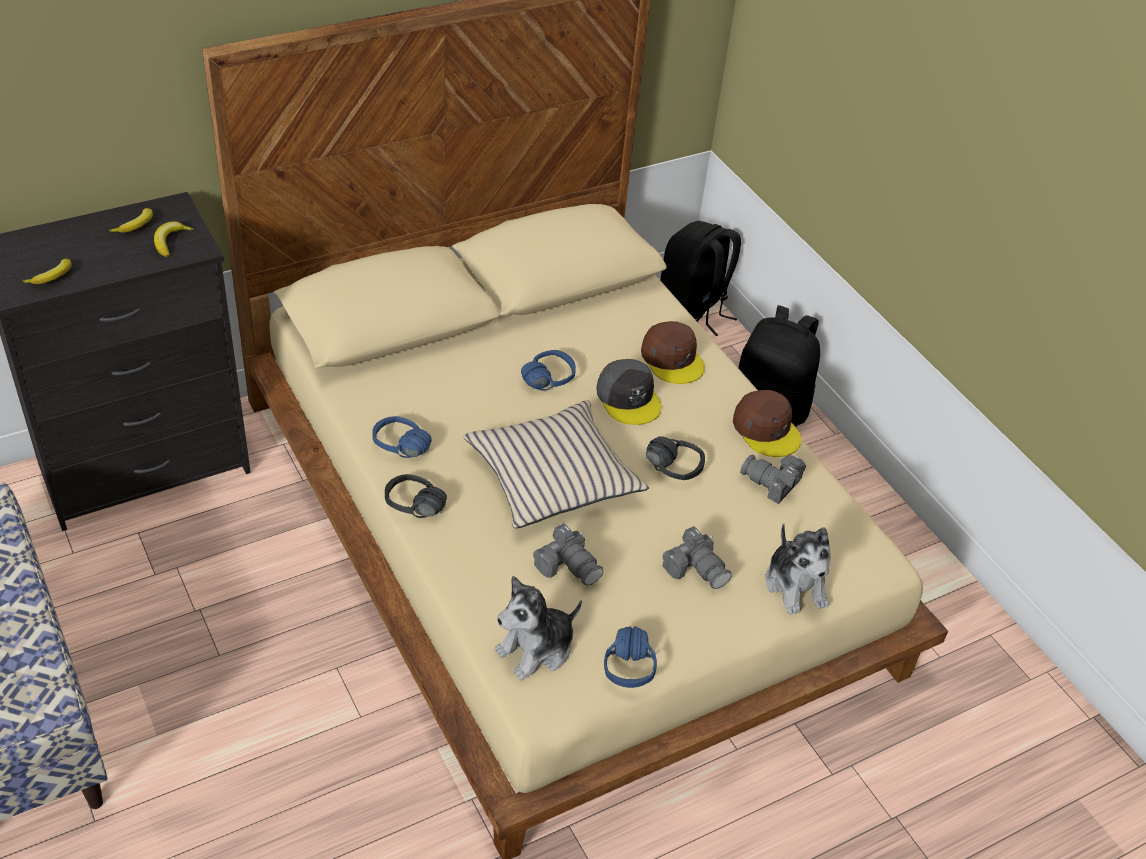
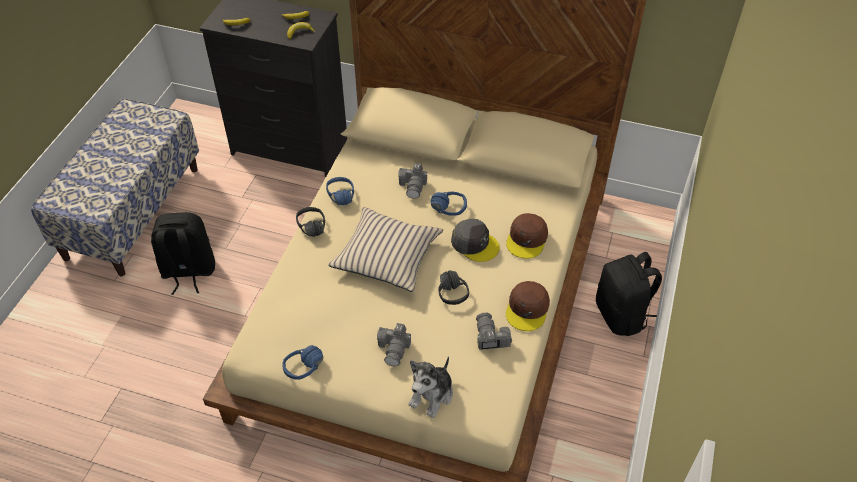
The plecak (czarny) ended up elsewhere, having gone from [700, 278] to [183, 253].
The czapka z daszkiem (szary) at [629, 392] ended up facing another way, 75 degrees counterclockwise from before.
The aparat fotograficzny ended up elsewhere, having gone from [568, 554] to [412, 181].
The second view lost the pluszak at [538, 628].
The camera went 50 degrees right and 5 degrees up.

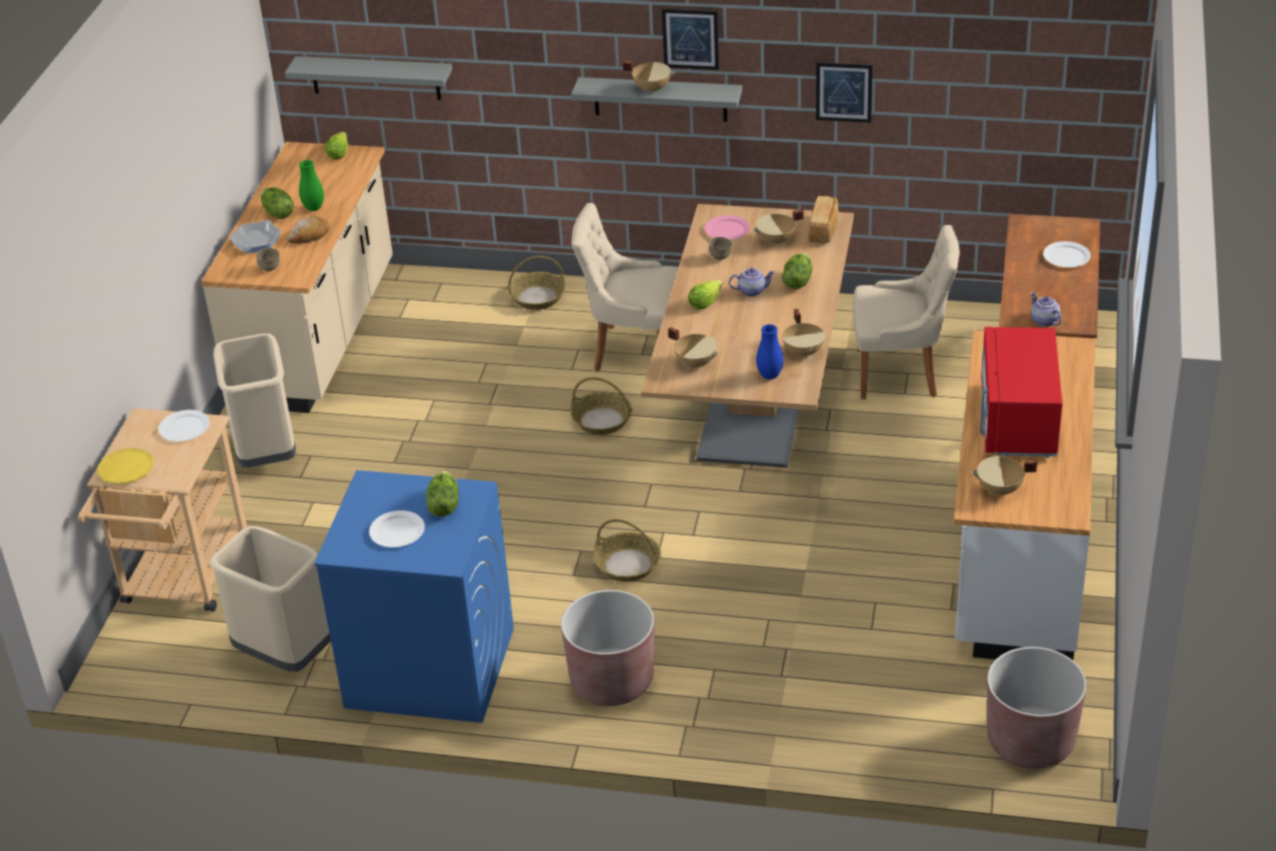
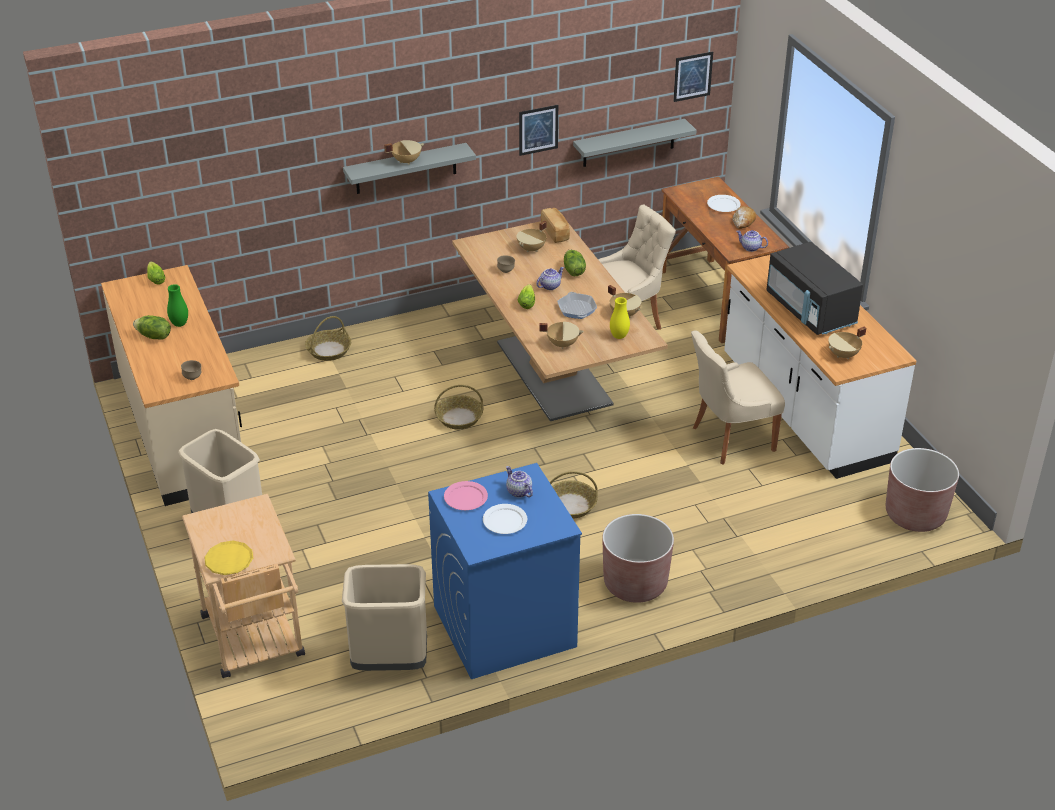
The obraz ended up elsewhere, having gone from [690, 39] to [693, 76].
The półka (szary) ended up elsewhere, having gone from [368, 78] to [635, 143].
The krzesło (beżowy) ended up elsewhere, having gone from [625, 287] to [738, 397].
The chleb ended up elsewhere, having gone from [309, 229] to [744, 217].
The talerz (różowy) ended up elsewhere, having gone from [727, 227] to [466, 495].
The patelnia ended up elsewhere, having gone from [255, 236] to [577, 305].
What was the wazon (niebieski) at [769, 352] turned into the wazon (żółty) at [620, 318].
What was the mikrofalówka (czerwony) at [1021, 392] turned into the mikrofalówka (czarny) at [814, 288].
The second view lost the talerz (biały) at [184, 426].
Where the sałata stood at [442, 494], the imbryk came to stand at [519, 482].
The camera went 35 degrees left and 0 degrees up.

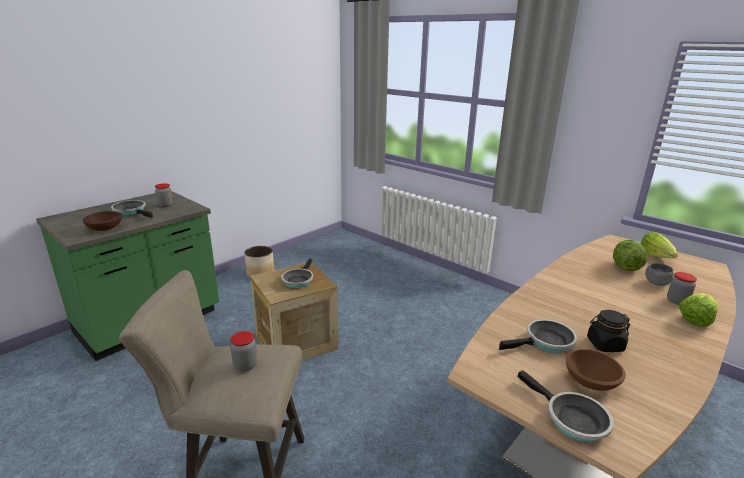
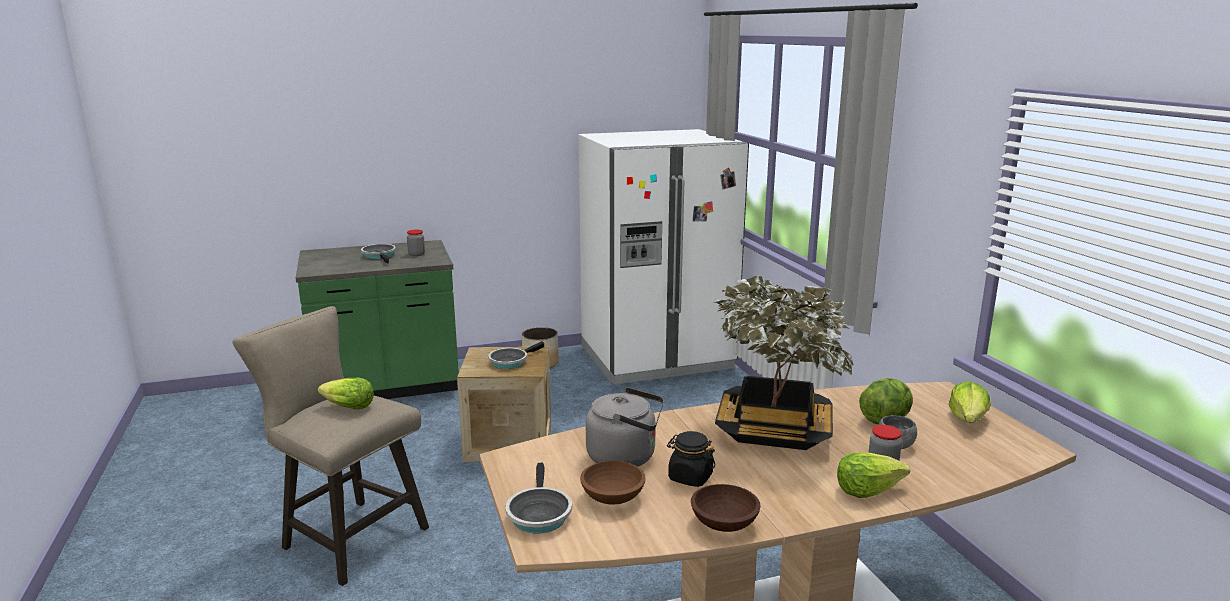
The miska (brązowy) ended up elsewhere, having gone from [102, 221] to [726, 508].
Where the patelnia stood at [538, 336], the czajnik (szary) came to stand at [625, 427].
Where the słoik stood at [243, 351], the sałata came to stand at [346, 394].
The second view gained the lodówka (biały) at [664, 257].
The second view gained the roślina doniczkowa at [784, 362].
The camera went 30 degrees right and 5 degrees down.

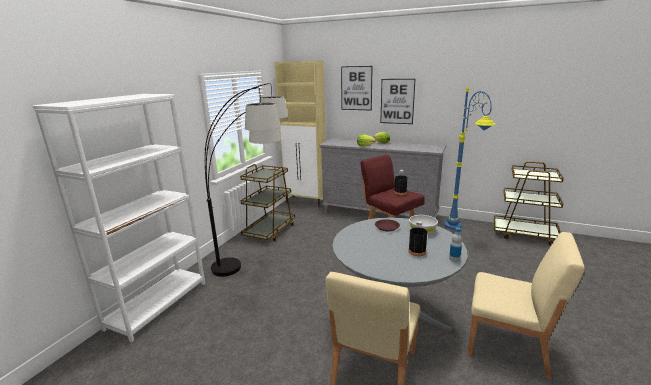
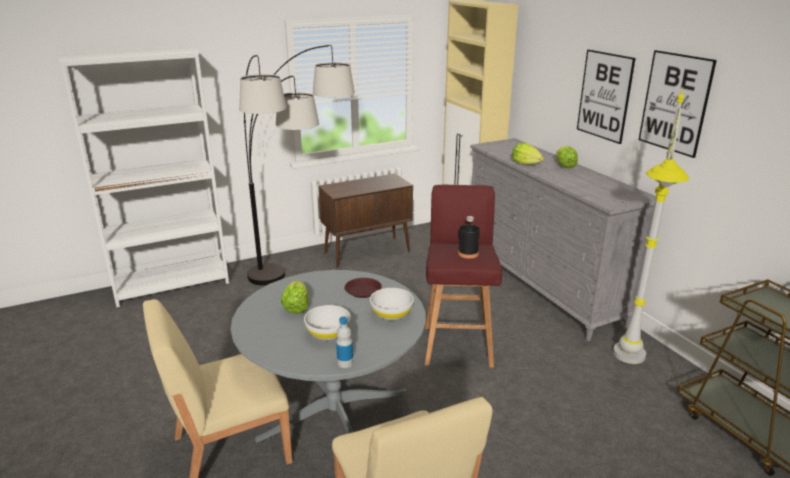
The obraz ended up elsewhere, having gone from [357, 88] to [678, 104].
What was the lampa stojąca (niebieski) at [470, 158] turned into the lampa stojąca (szary) at [651, 225].
Where the wózek (brązowy) stood at [267, 202], the szafka (brązowy) came to stand at [365, 220].
Where the butelka (czarny) stood at [417, 238], the miska (biały) came to stand at [327, 322].
The second view gained the sałata at [295, 297].
The camera went 40 degrees right and 5 degrees up.

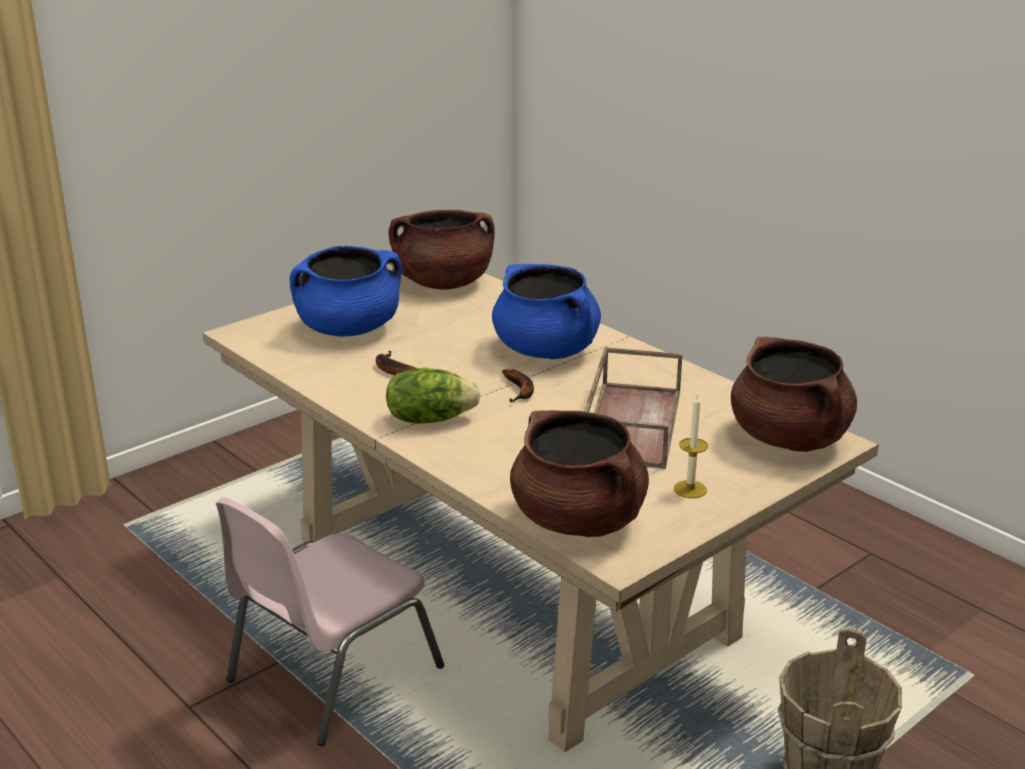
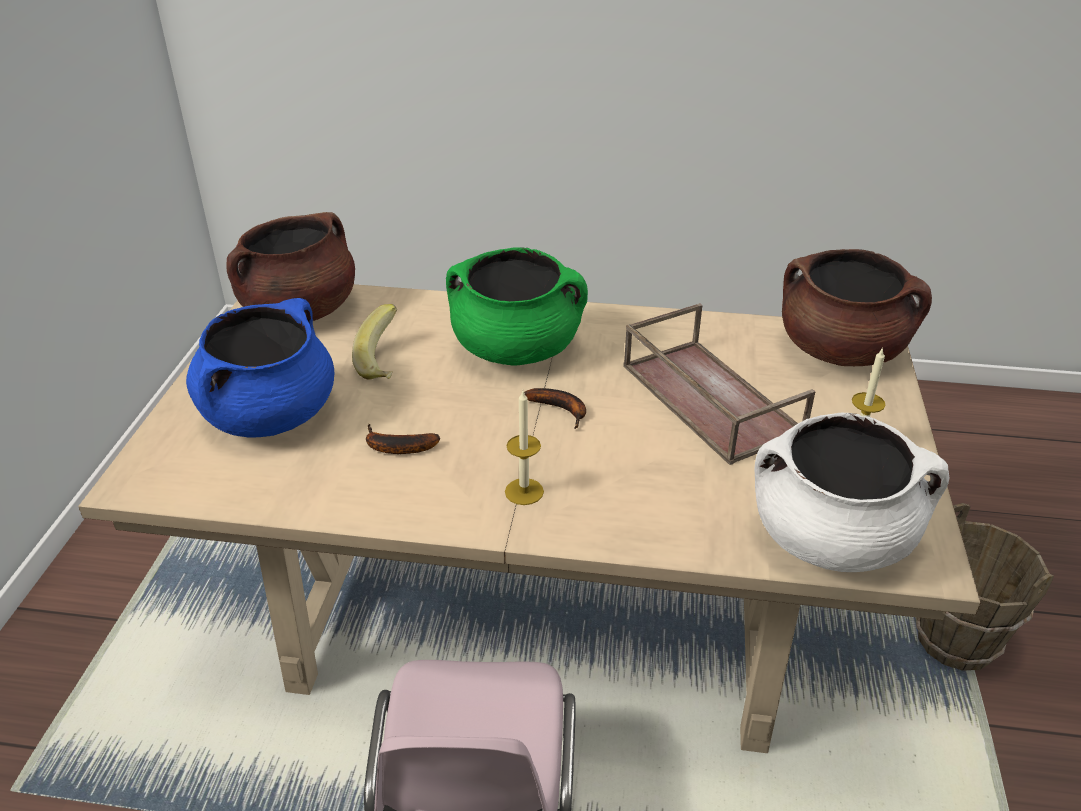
What was the garnek (niebieski) at [546, 311] turned into the garnek (zielony) at [517, 306].
Where the sałata stood at [433, 396], the świeca came to stand at [524, 448].
What was the garnek (brązowy) at [579, 473] turned into the garnek (biały) at [851, 492].
The second view gained the banan at [374, 342].
The camera went 40 degrees left and 10 degrees up.

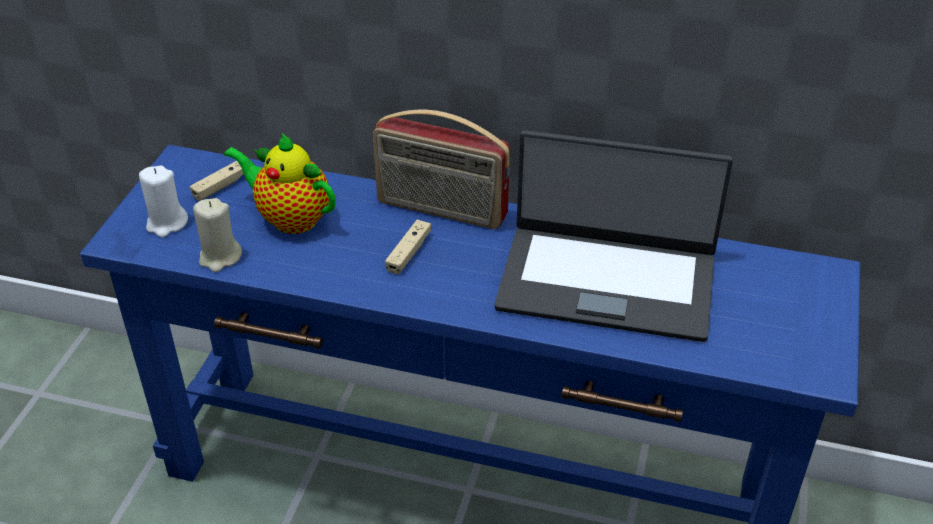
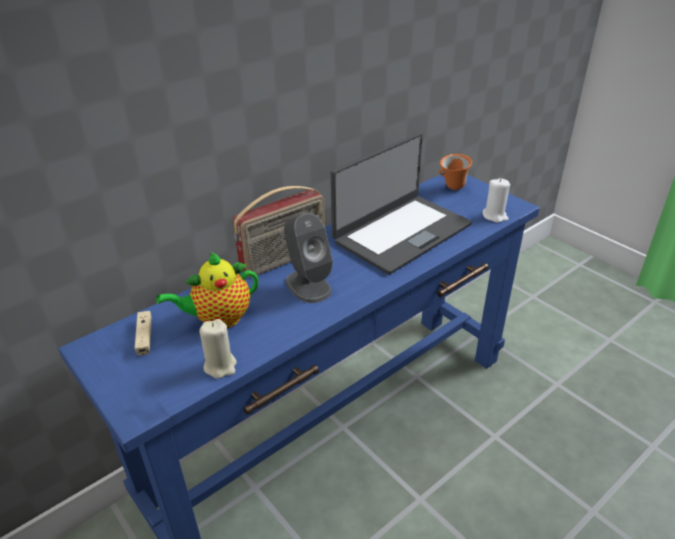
The świeca (biały) ended up elsewhere, having gone from [163, 201] to [496, 200].
Where the pad do gier (beżowy) stood at [408, 247], the głośnik (szary) came to stand at [308, 258].
The second view gained the kubek (pomarańczowy) at [455, 172].
The camera went 55 degrees left and 5 degrees down.

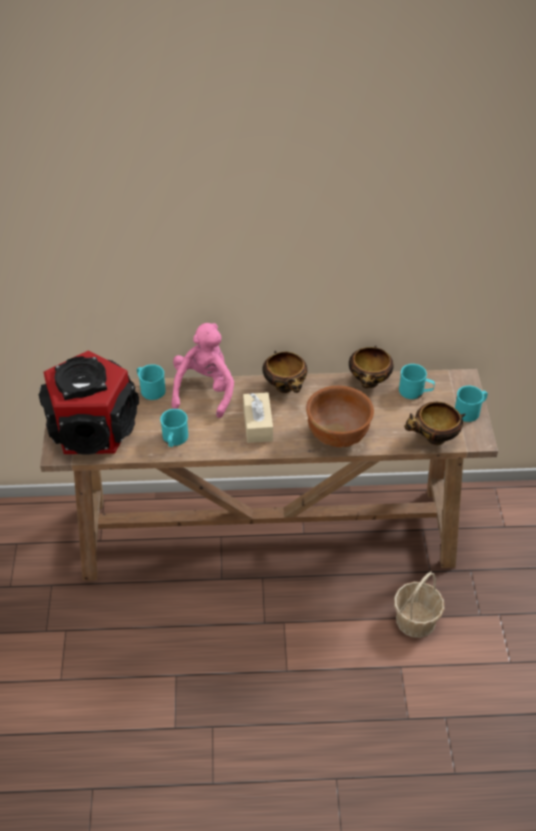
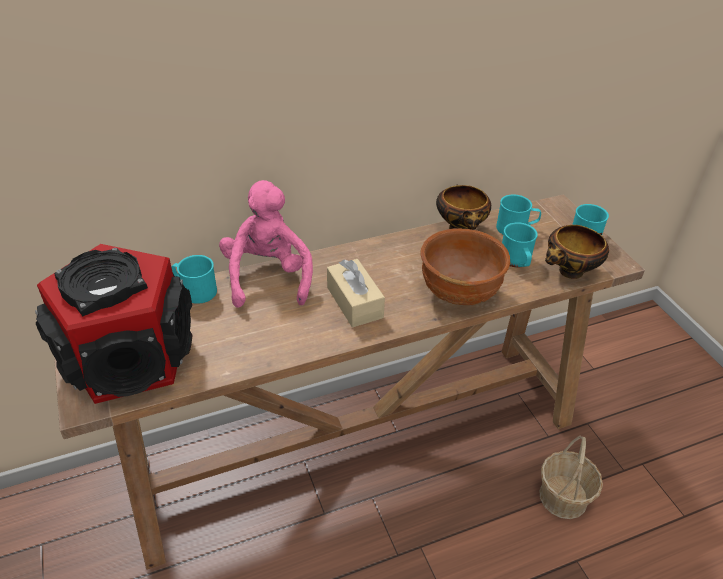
The second view lost the miska at [284, 372].
The kubek (turkusowy) ended up elsewhere, having gone from [174, 428] to [520, 245].
The camera went 20 degrees left and 5 degrees down.

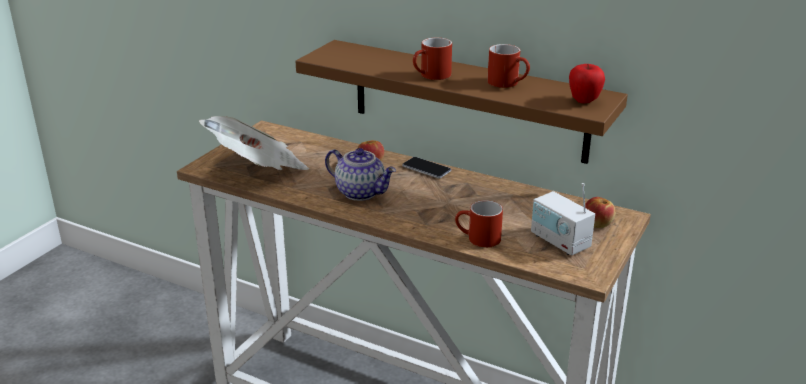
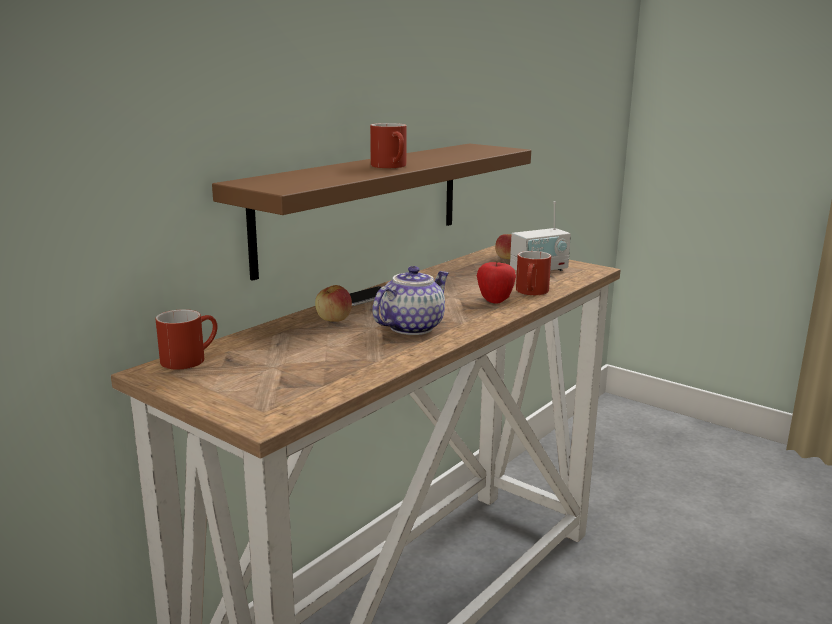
The kubek (czerwony) ended up elsewhere, having gone from [508, 66] to [186, 339].
The jabłko ended up elsewhere, having gone from [587, 83] to [496, 283].
The second view lost the gazeta at [254, 143].
The camera went 80 degrees left and 10 degrees down.

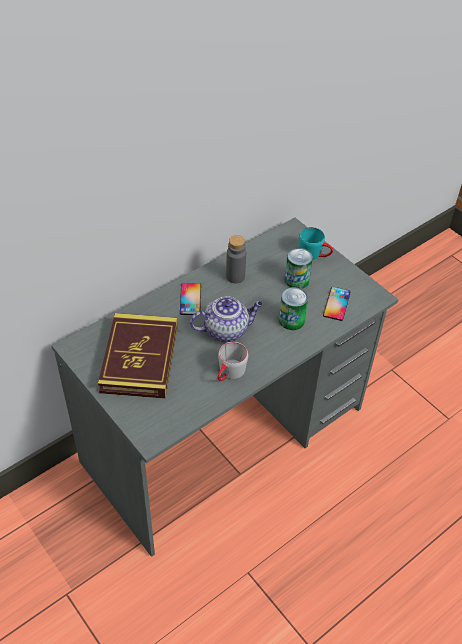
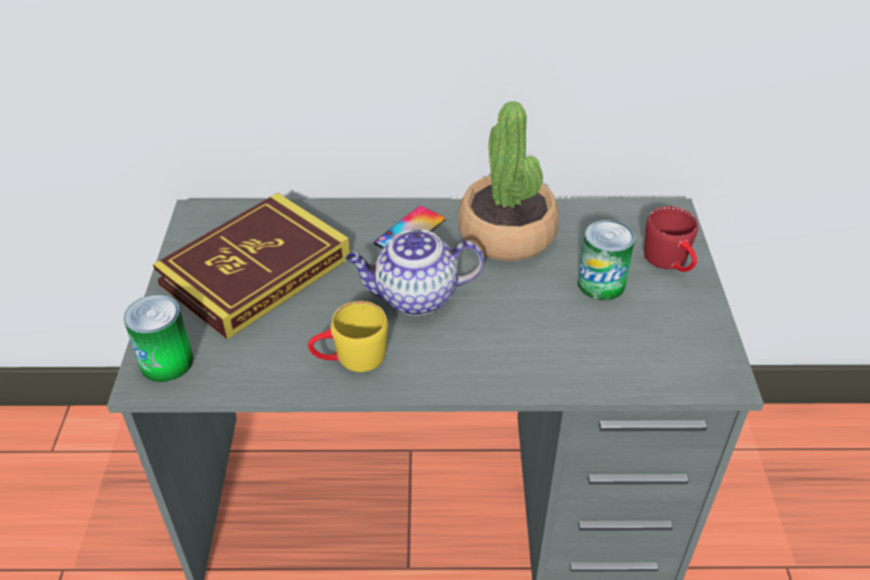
What was the kubek (turkusowy) at [316, 243] turned into the kubek (czerwony) at [671, 239].
Where the butelka (szary) stood at [236, 259], the roślina doniczkowa came to stand at [508, 181].
The puszka ended up elsewhere, having gone from [293, 308] to [158, 338].
The second view lost the telefon at [337, 304].
The imbryk at [226, 319] ended up facing another way, 150 degrees clockwise from before.
What was the kubek (szary) at [233, 361] turned into the kubek (żółty) at [348, 336].
The camera went 40 degrees right and 5 degrees down.

